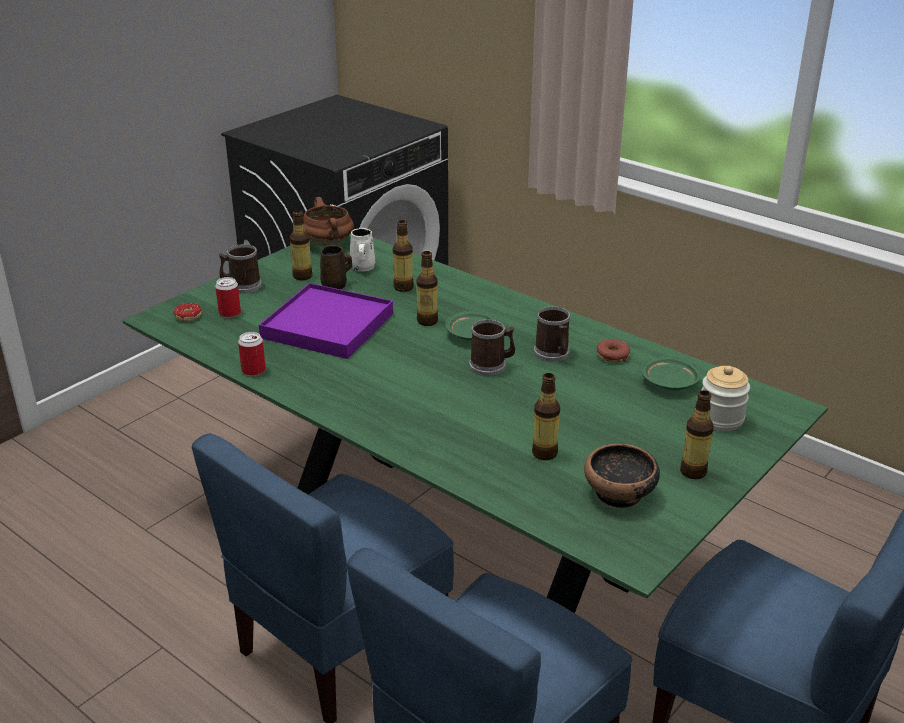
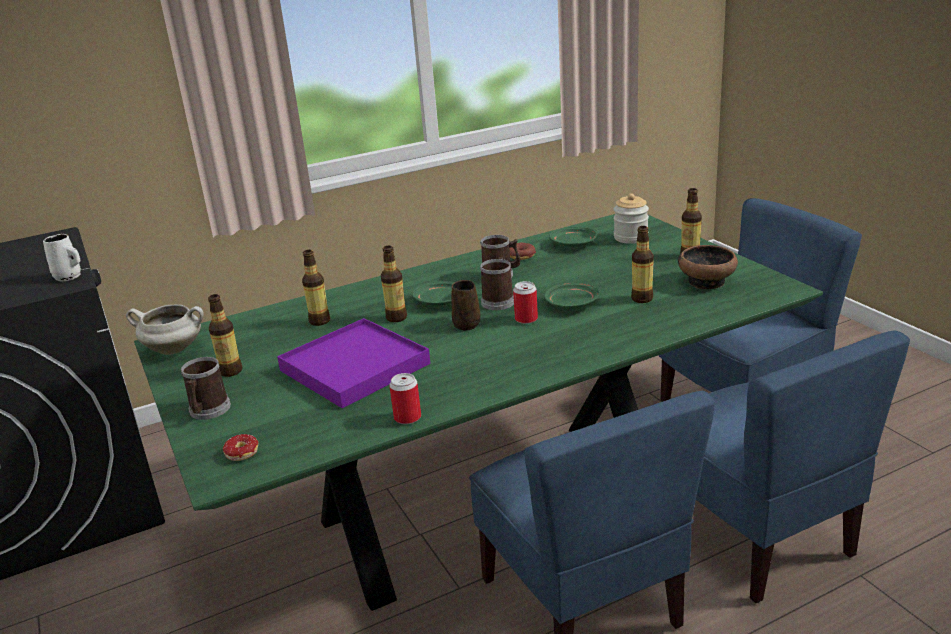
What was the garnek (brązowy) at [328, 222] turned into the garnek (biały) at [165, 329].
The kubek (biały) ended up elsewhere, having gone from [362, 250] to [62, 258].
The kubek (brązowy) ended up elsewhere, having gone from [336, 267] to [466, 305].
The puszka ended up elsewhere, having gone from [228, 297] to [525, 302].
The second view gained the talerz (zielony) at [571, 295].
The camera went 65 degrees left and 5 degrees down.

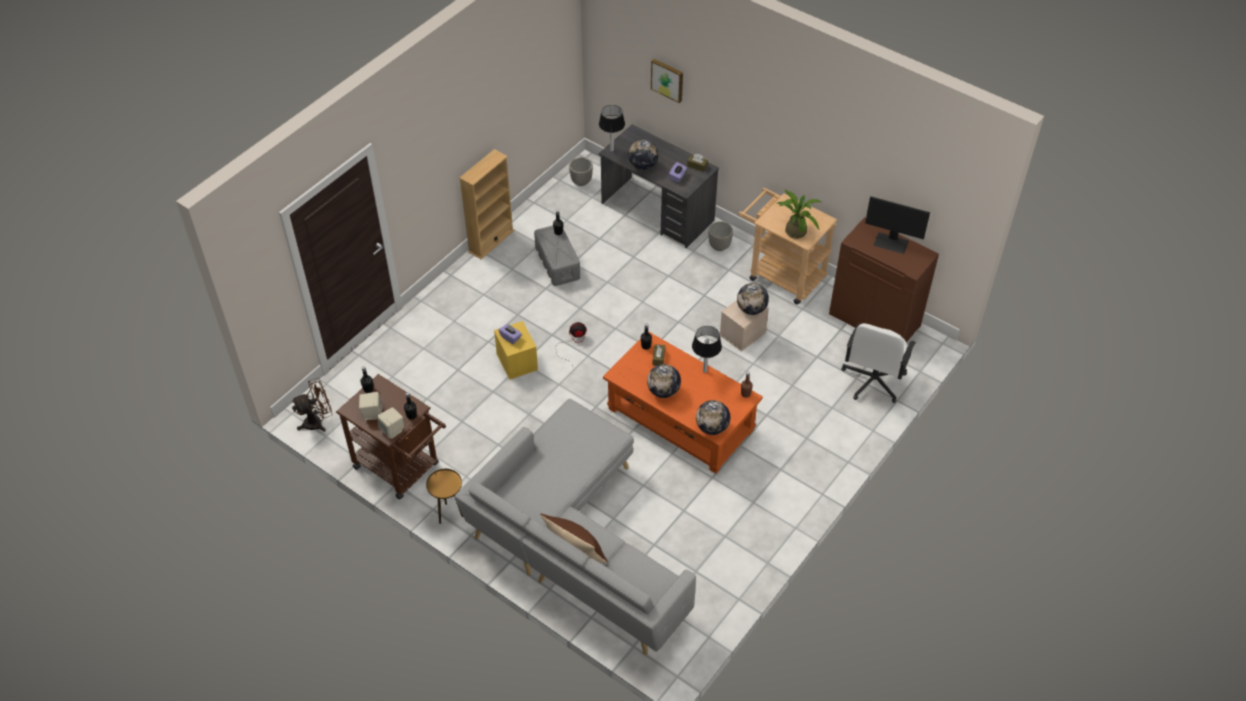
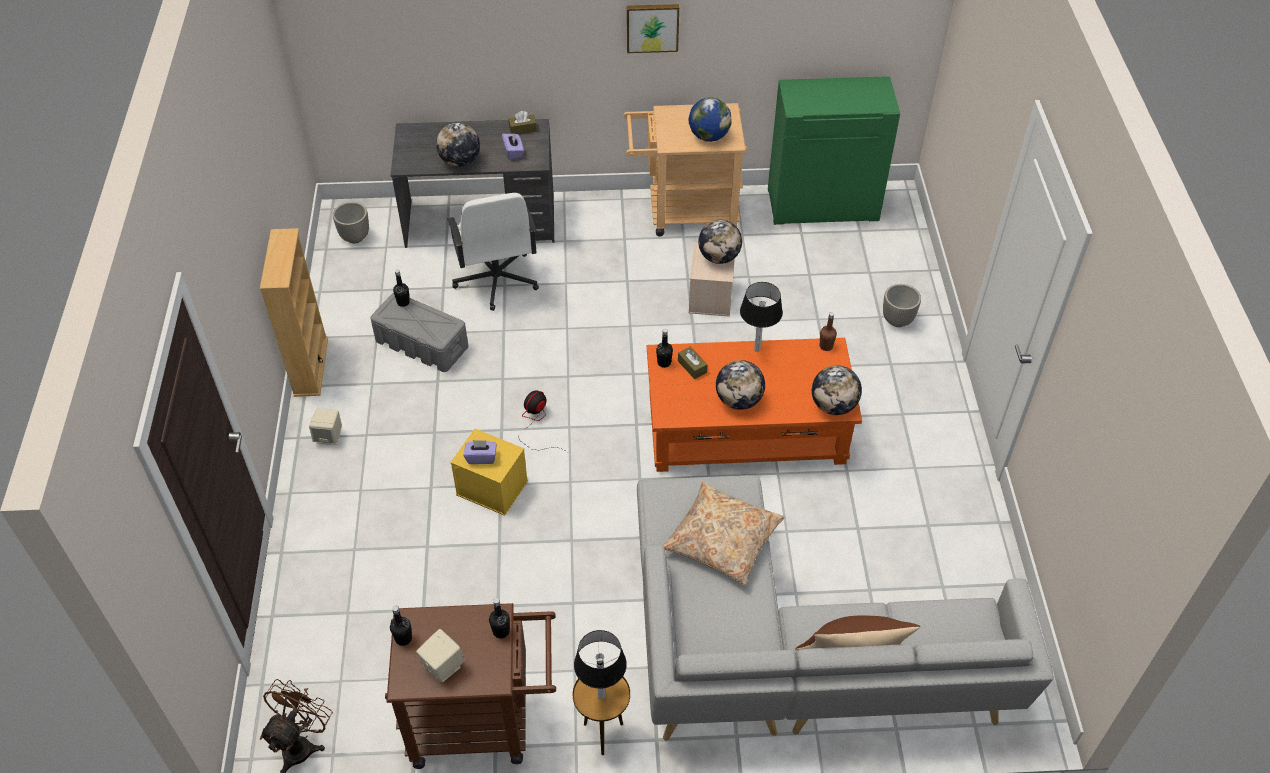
The obraz ended up elsewhere, having gone from [667, 81] to [653, 28].
The lampa stołowa ended up elsewhere, having gone from [612, 128] to [600, 665].
Where the roślina doniczkowa stood at [799, 214], the globus came to stand at [710, 119].
The second view lost the monitor at [897, 225].
What was the szafka (brązowy) at [884, 280] turned into the szafka (zielony) at [834, 150].
The donica ended up elsewhere, having gone from [720, 236] to [902, 305].
The krzesło biurowe (biały) ended up elsewhere, having gone from [878, 363] to [493, 252].
The głośnik (beżowy) ended up elsewhere, having gone from [390, 423] to [325, 427].
The second view gained the poduszka (beżowy) at [723, 534].
The camera went 40 degrees left and 0 degrees up.

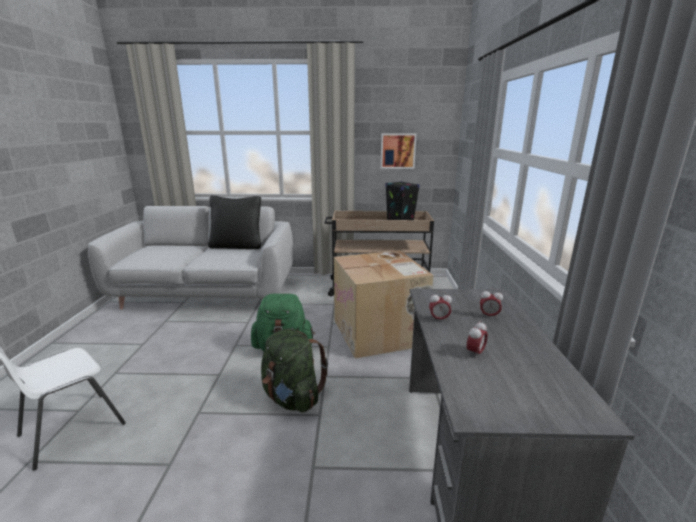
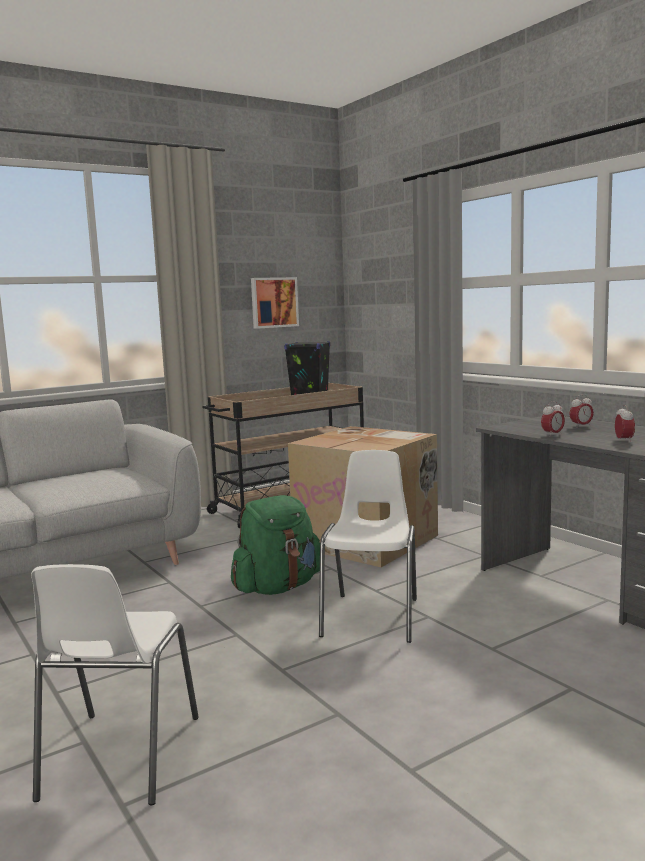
The second view lost the poduszka (czarny) at [234, 222].
Where the plecak (zielony) stood at [294, 370], the krzesło (biały) came to stand at [368, 546].
The camera went 35 degrees left and 10 degrees down.

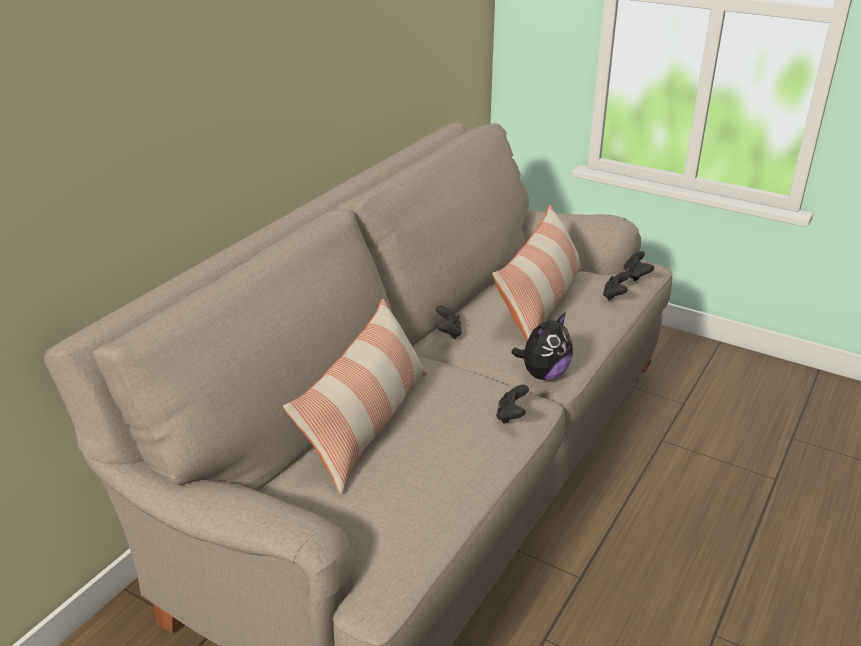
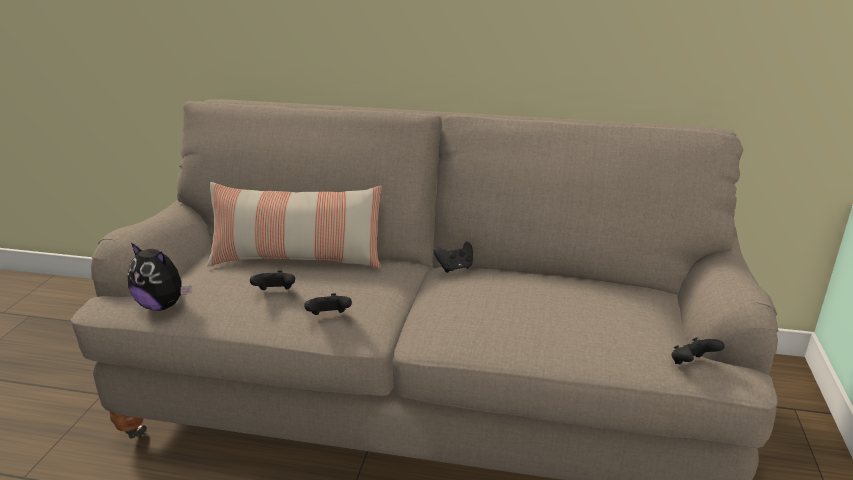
The second view lost the poduszka at [537, 273].
The pad do gier (czarny) ended up elsewhere, having gone from [617, 286] to [272, 280].
The pluszak ended up elsewhere, having gone from [542, 346] to [160, 277].
The camera went 70 degrees right and 5 degrees down.

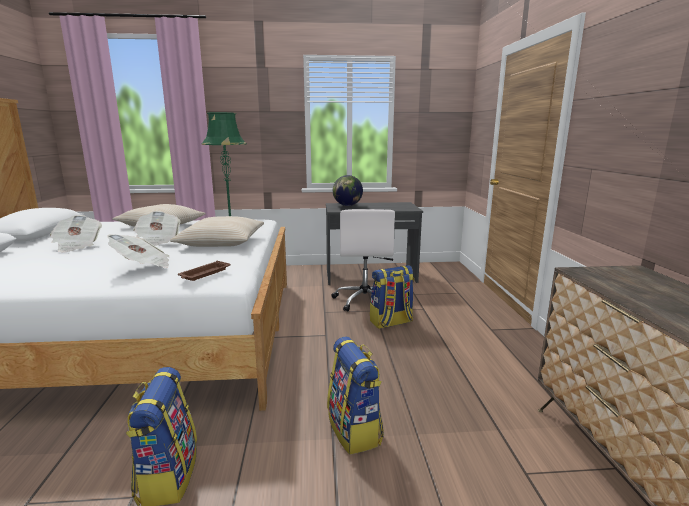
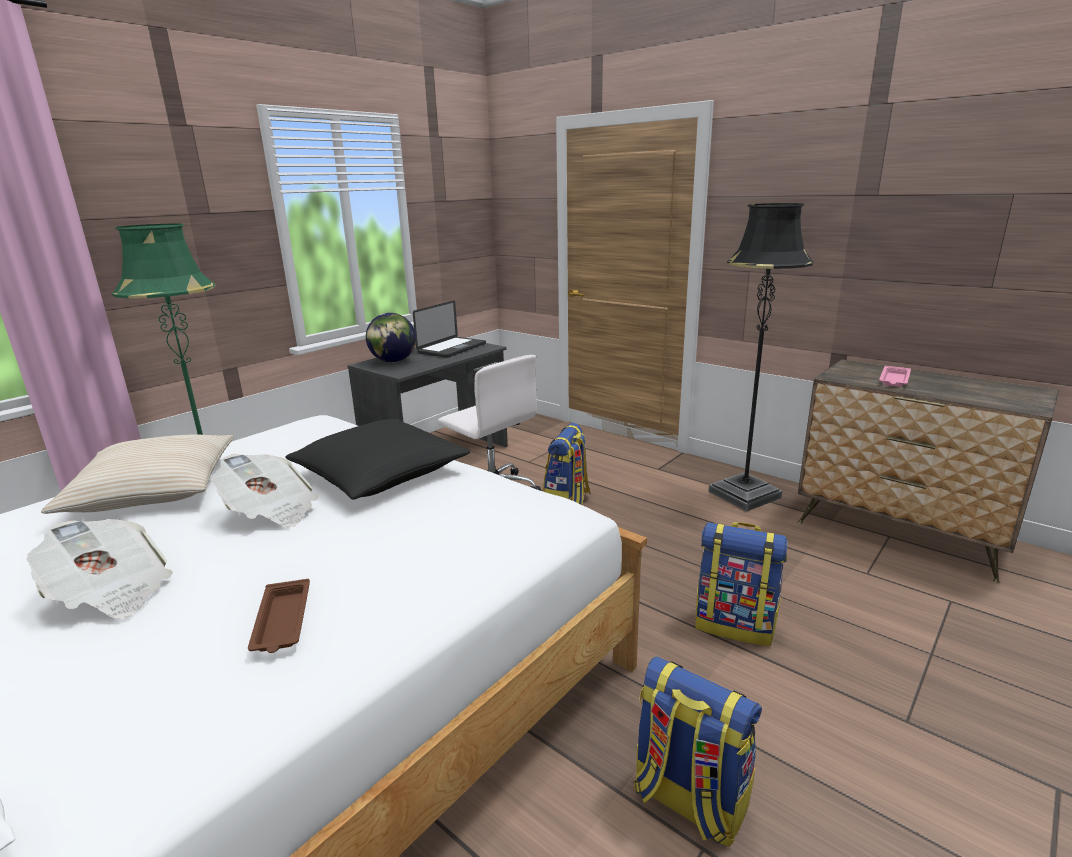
What was the poduszka (beżowy) at [217, 231] turned into the poduszka (czarny) at [377, 459].
The second view lost the gazeta at [138, 250].
The taca (brązowy) ended up elsewhere, having gone from [204, 271] to [279, 616].
The second view gained the lampa stojąca (czarny) at [760, 357].
The second view gained the laptop at [449, 329].
The second view gained the taca (różowy) at [895, 376].
The camera went 45 degrees left and 5 degrees up.

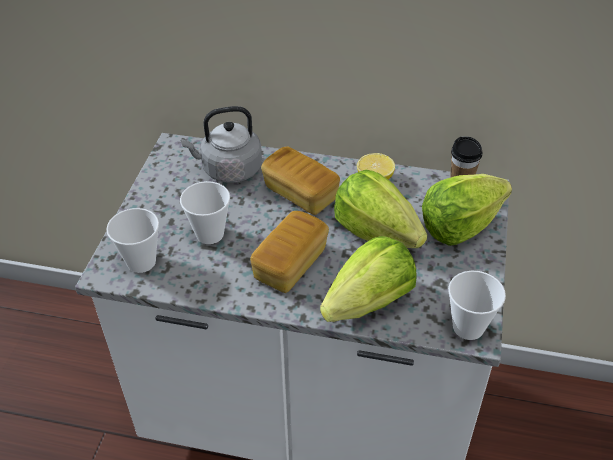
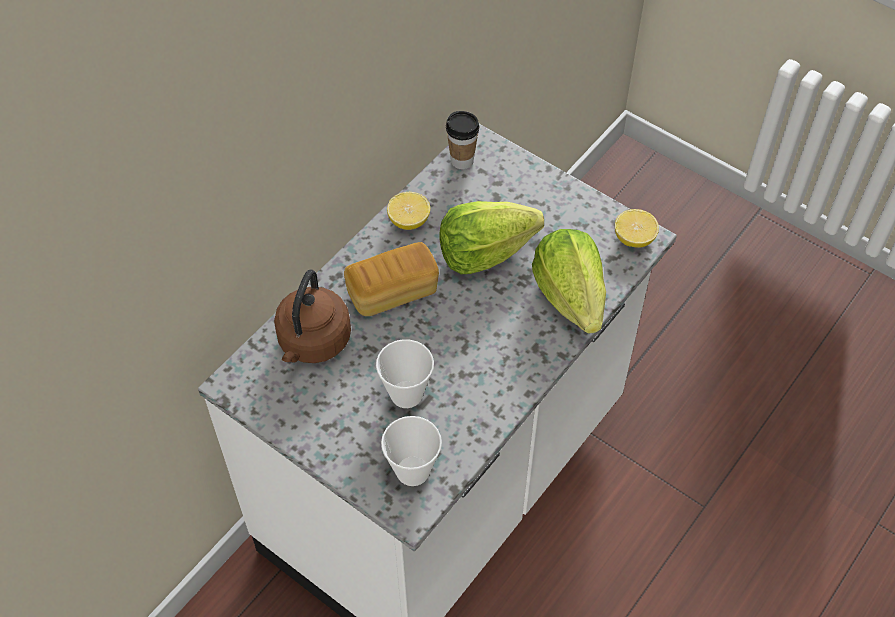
What was the czajnik (szary) at [221, 144] turned into the czajnik (brązowy) at [312, 316].
The second view lost the sałata at [467, 210].
The second view lost the chleb at [289, 252].
Where the filiżanka stood at [477, 305], the cytryna came to stand at [637, 228].
The camera went 65 degrees left and 10 degrees up.

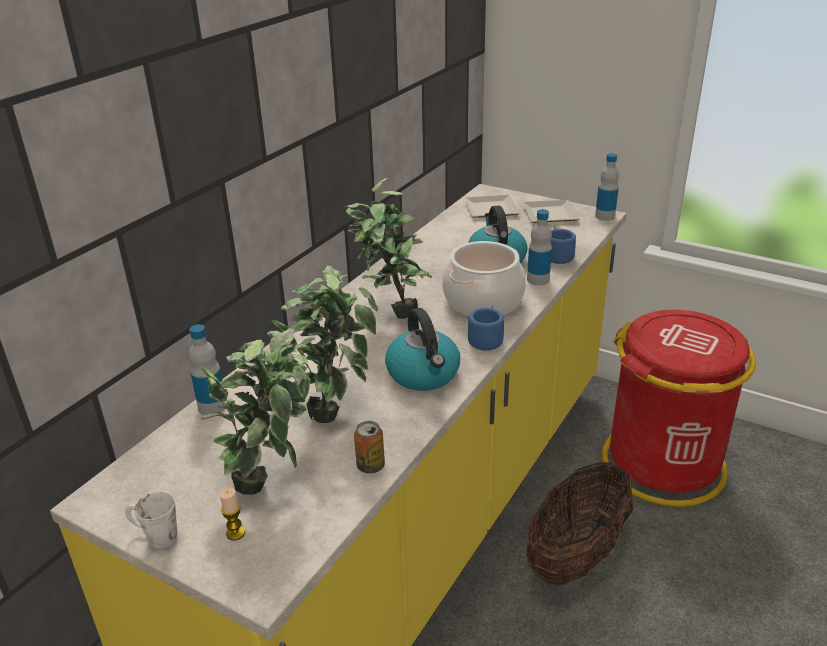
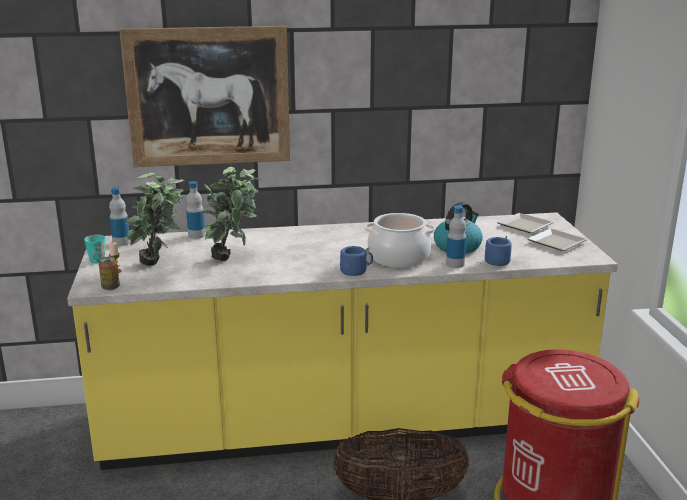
The butelka ended up elsewhere, having gone from [607, 187] to [119, 216].
The second view lost the roślina doniczkowa at [388, 248].
The second view lost the czajnik at [422, 349].
The puszka ended up elsewhere, having gone from [369, 447] to [109, 273].
What was the kubek (biały) at [151, 520] turned into the kubek (turkusowy) at [94, 249].
The second view gained the obraz at [204, 96].
The camera went 50 degrees right and 10 degrees down.

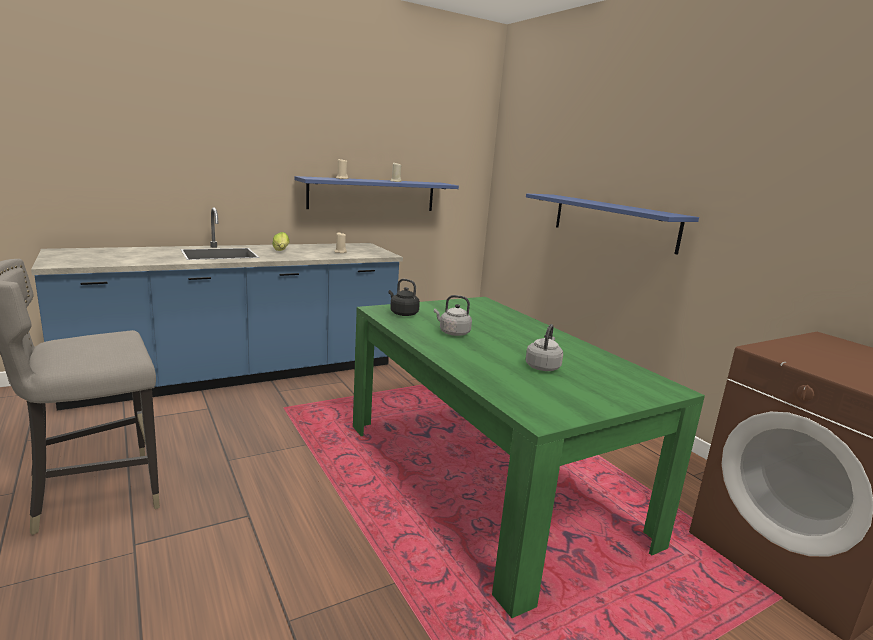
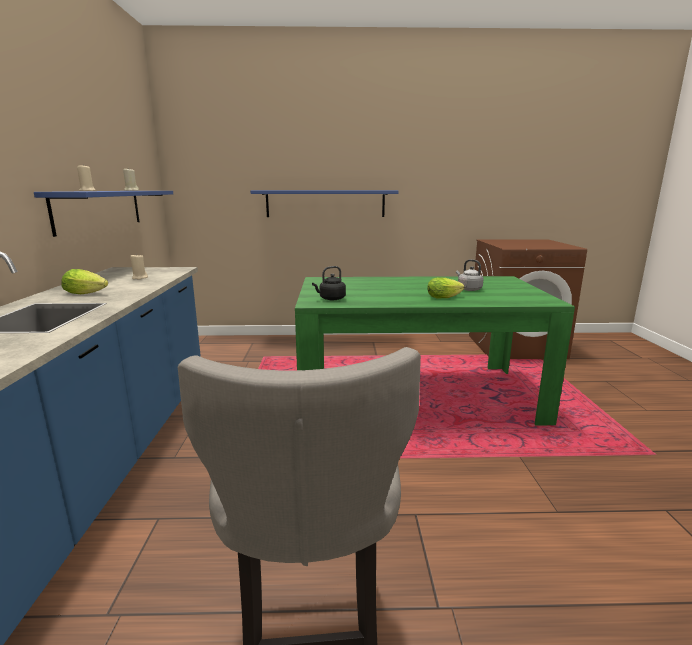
The second view lost the czajnik (szary) at [453, 315].
The second view gained the sałata at [446, 288].
The camera went 60 degrees left and 0 degrees up.

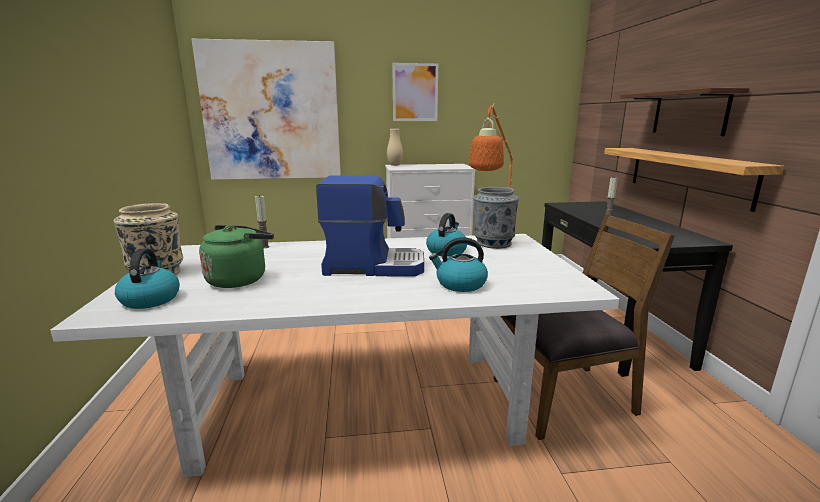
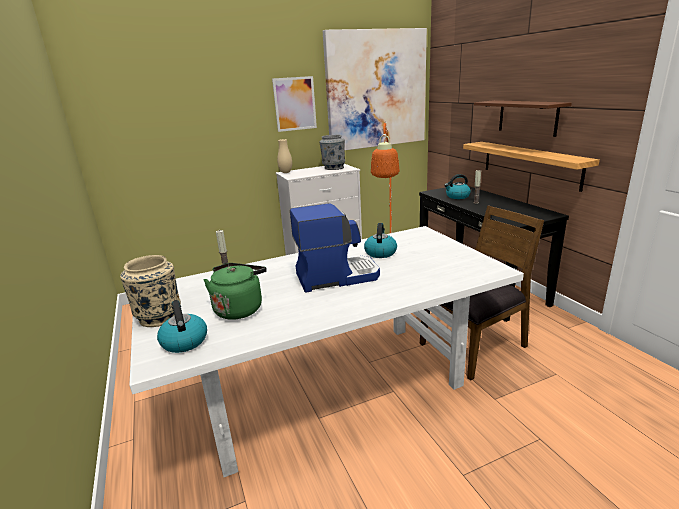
The obraz ended up elsewhere, having gone from [266, 109] to [375, 89].
The wazon (szary) ended up elsewhere, having gone from [496, 218] to [332, 152].
The czajnik ended up elsewhere, having gone from [458, 264] to [457, 186].
The camera went 15 degrees left and 5 degrees up.

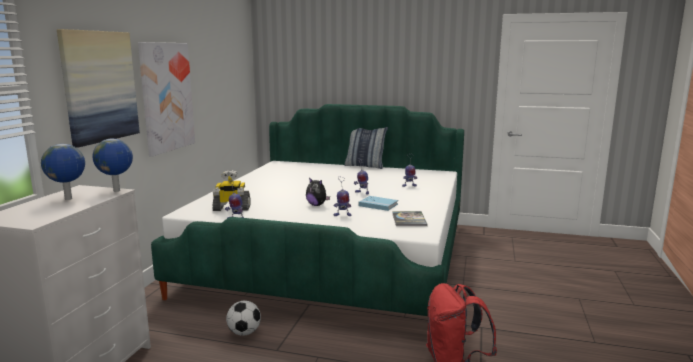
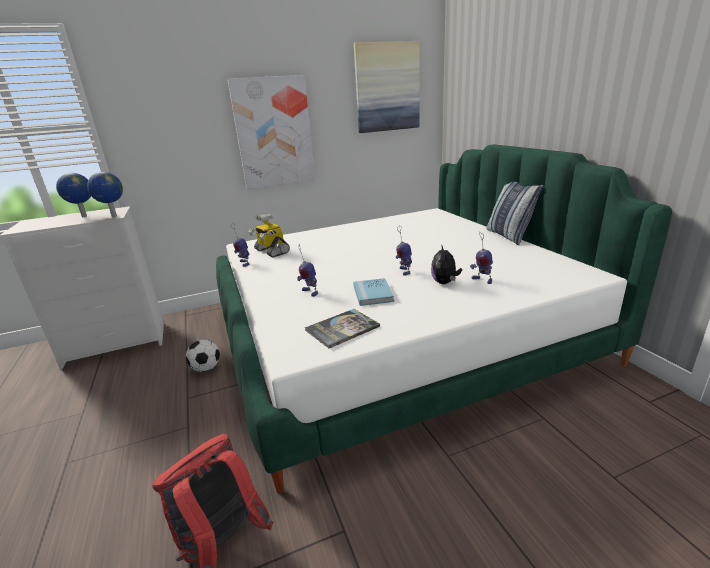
The obraz ended up elsewhere, having gone from [98, 88] to [386, 87].
The pluszak ended up elsewhere, having gone from [318, 191] to [446, 264].
The camera went 55 degrees right and 10 degrees up.

